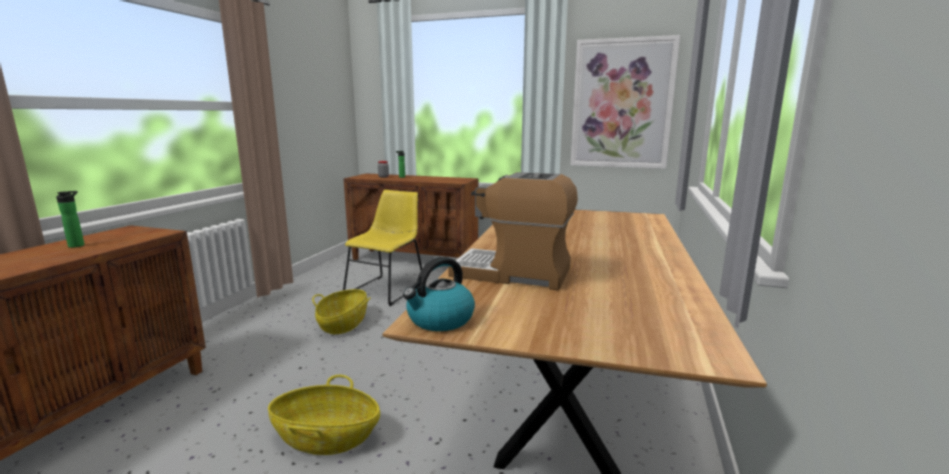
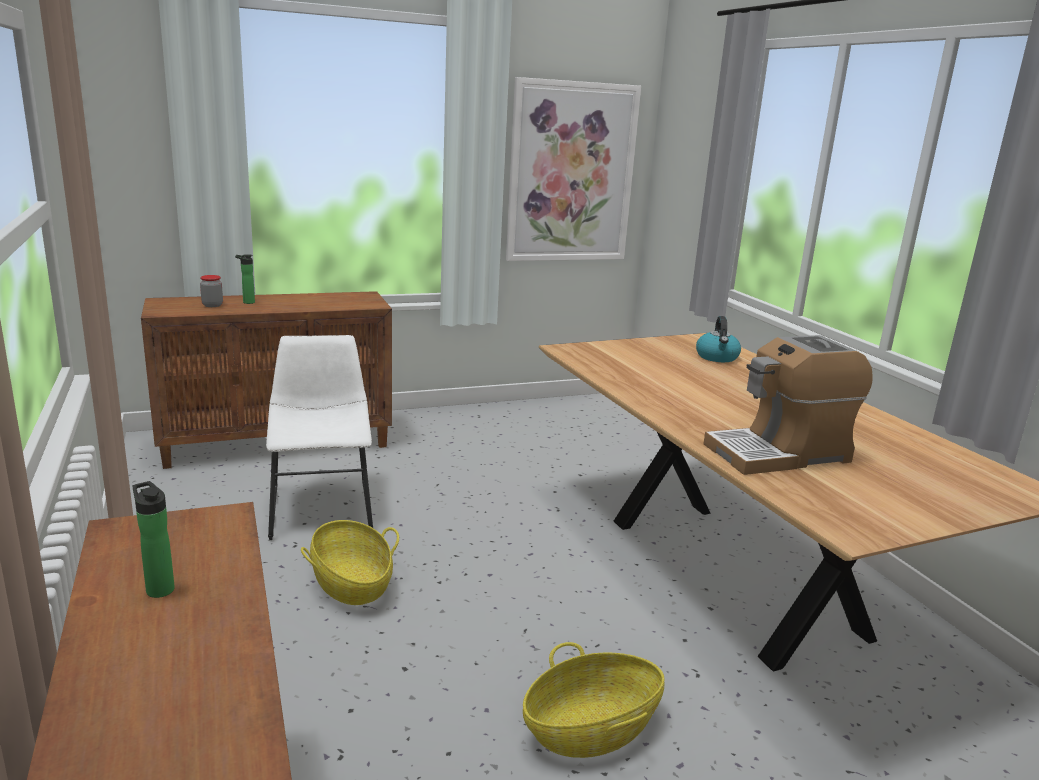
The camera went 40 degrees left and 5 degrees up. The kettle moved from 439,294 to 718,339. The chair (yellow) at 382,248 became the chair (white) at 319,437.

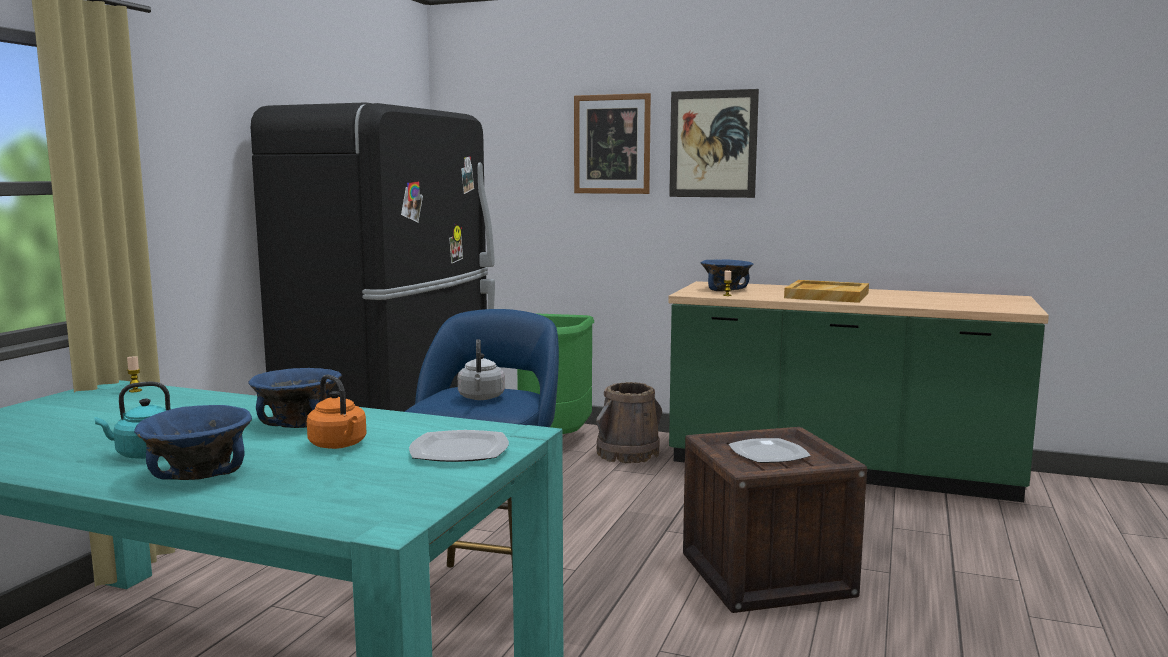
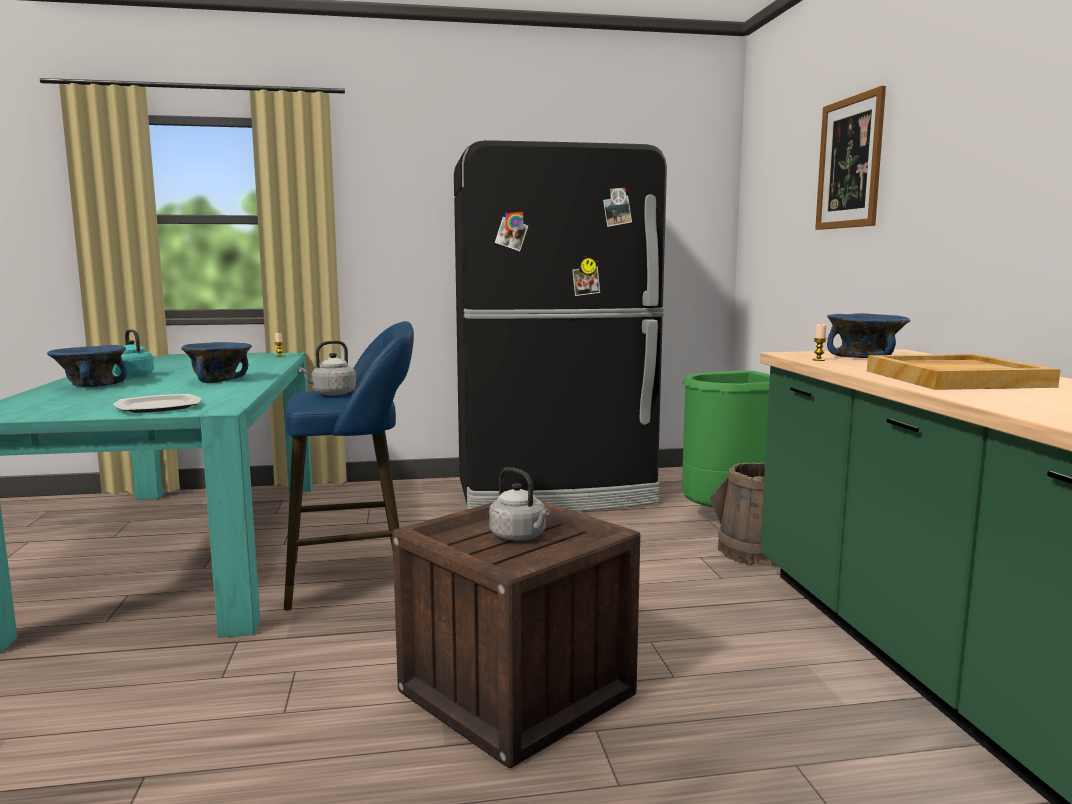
The camera went 60 degrees right and 0 degrees up. The kettle (orange) at 337,412 disappeared. The picture at 714,143 disappeared. The plate at 770,450 was replaced by the kettle (grey) at 519,504.

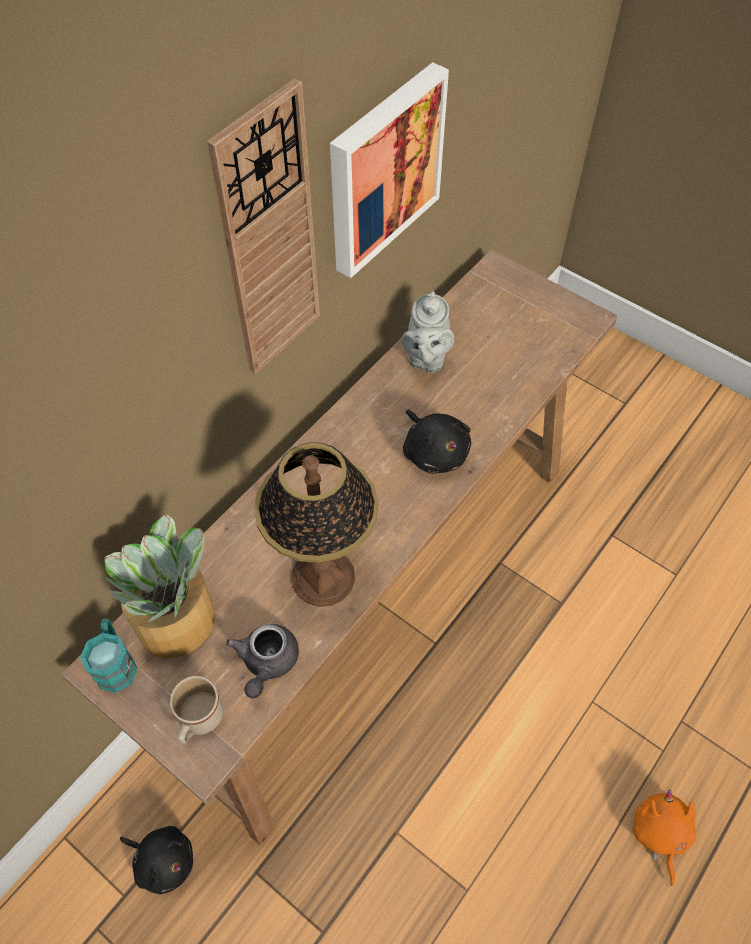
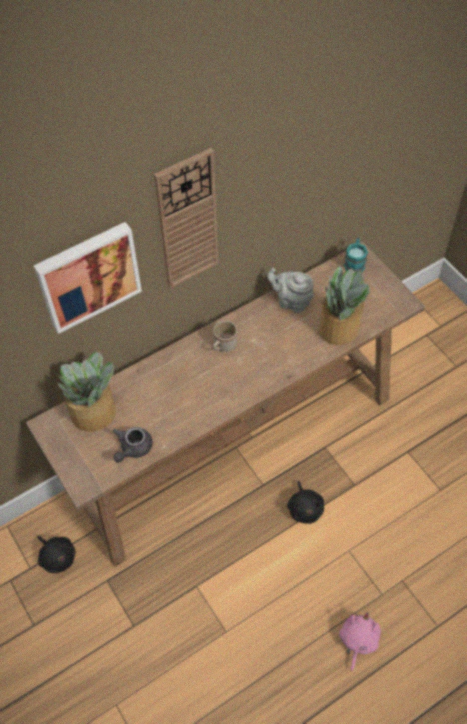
The camera went 20 degrees right and 0 degrees up. The table lamp at 316,524 disappeared. The potted plant at 345,305 appeared. The mug (turquoise) moved from 108,656 to 356,255. The mug (beige) moved from 196,710 to 225,336. The picture moved from 389,170 to 88,278. The plush toy (black) moved from 437,441 to 305,502. The plush toy (orange) at 665,837 became the plush toy (pink) at 360,641. The teapot (grey) at 428,332 turned 90 degrees clockwise.

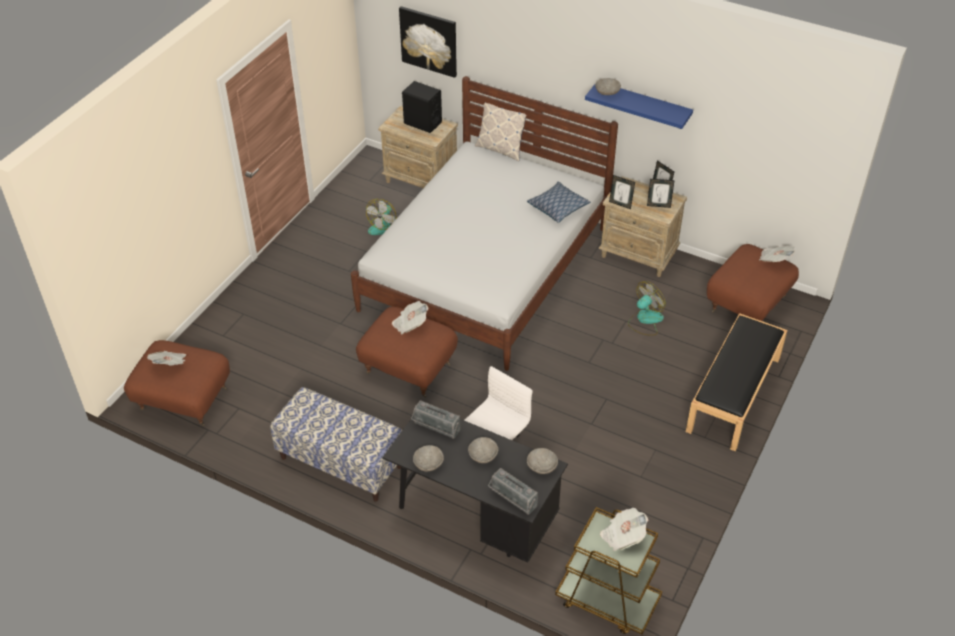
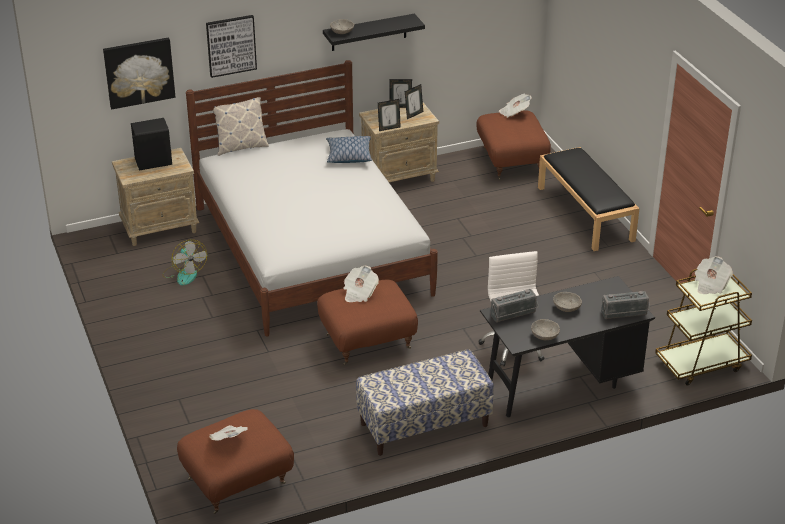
The camera went 50 degrees left and 10 degrees down. The bowl (grey) at 542,461 disappeared. The fan at 647,308 disappeared. The picture at 231,46 appeared. The shelf (blue) at 639,106 became the shelf (black) at 374,32.

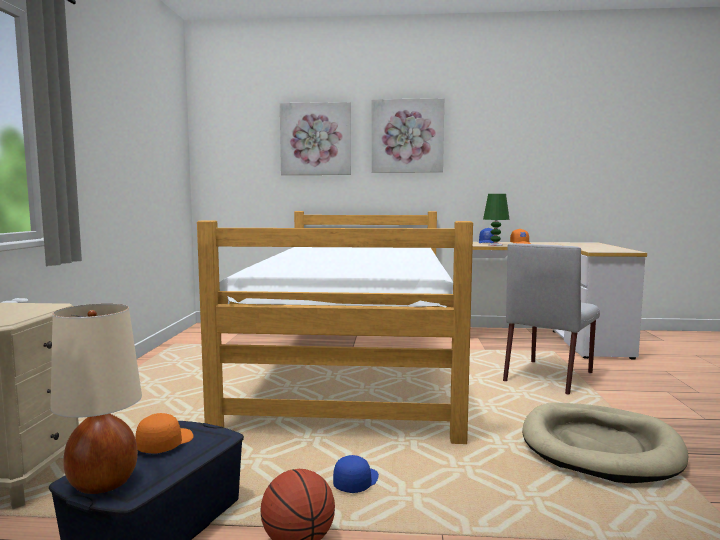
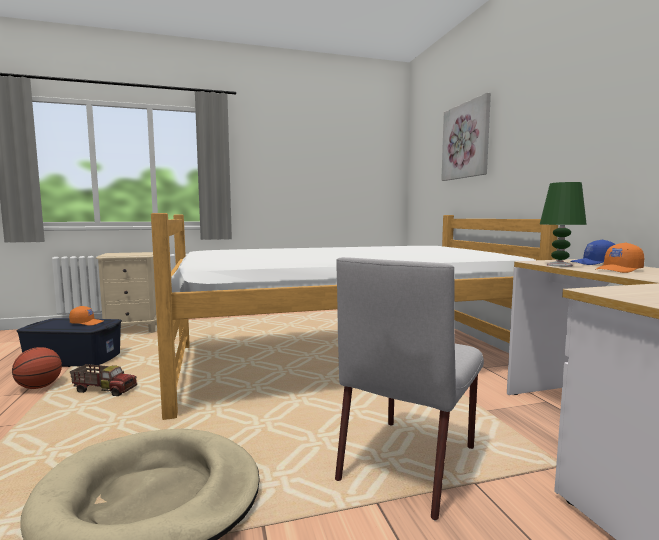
The camera went 70 degrees right and 0 degrees up. The table lamp (beige) at 96,399 disappeared. The picture at 408,135 disappeared. The cap (blue) at 356,474 was replaced by the toy truck at 103,380. The chair (grey) at 551,318 turned 75 degrees counterclockwise.

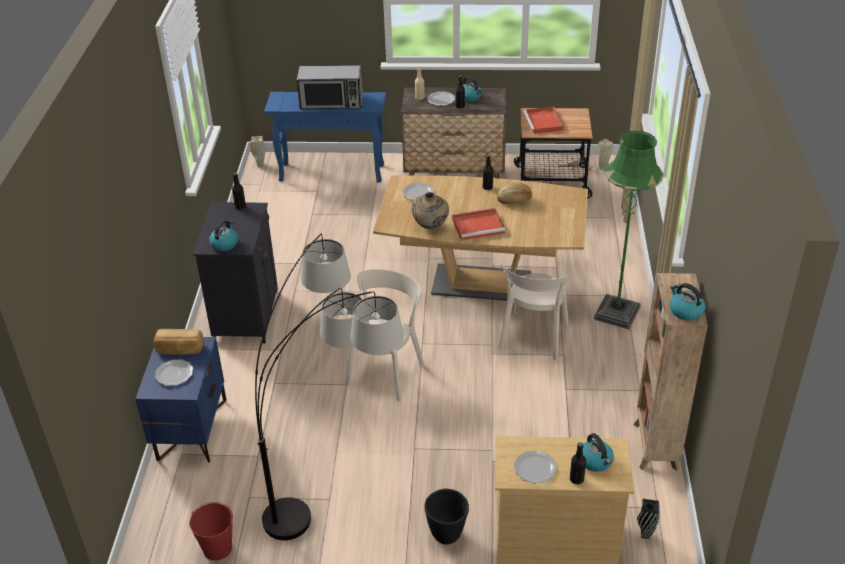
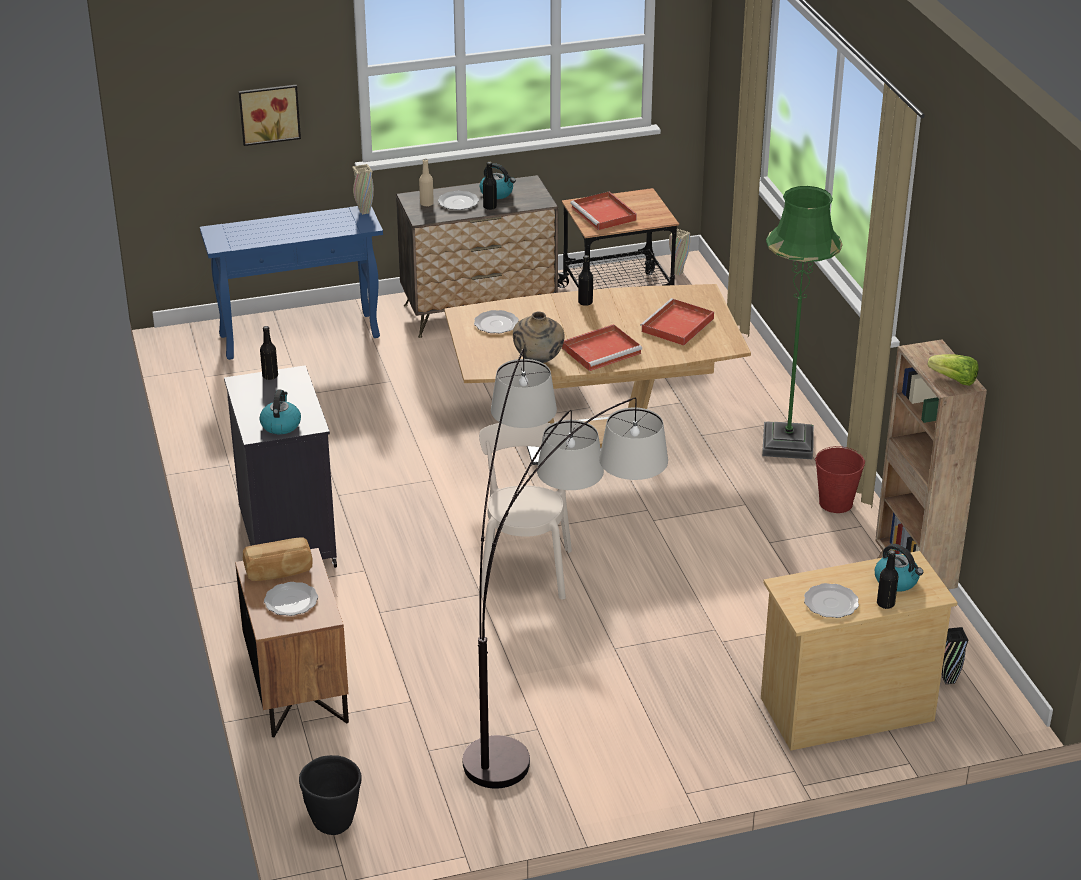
The camera went 20 degrees left and 5 degrees down. The microwave at 330,87 disappeared. The bread at 514,193 disappeared. The chair (beige) at 534,311 disappeared. The picture at 270,115 appeared. The tray (red) at 677,322 appeared. The bucket (red) moved from 211,531 to 840,479. The vase (beige) moved from 257,151 to 363,189. The planter (black) moved from 446,517 to 330,795. The kettle at 687,302 was replaced by the lettuce at 953,370. The nightstand (blue) at 181,400 became the nightstand (brown) at 292,642.

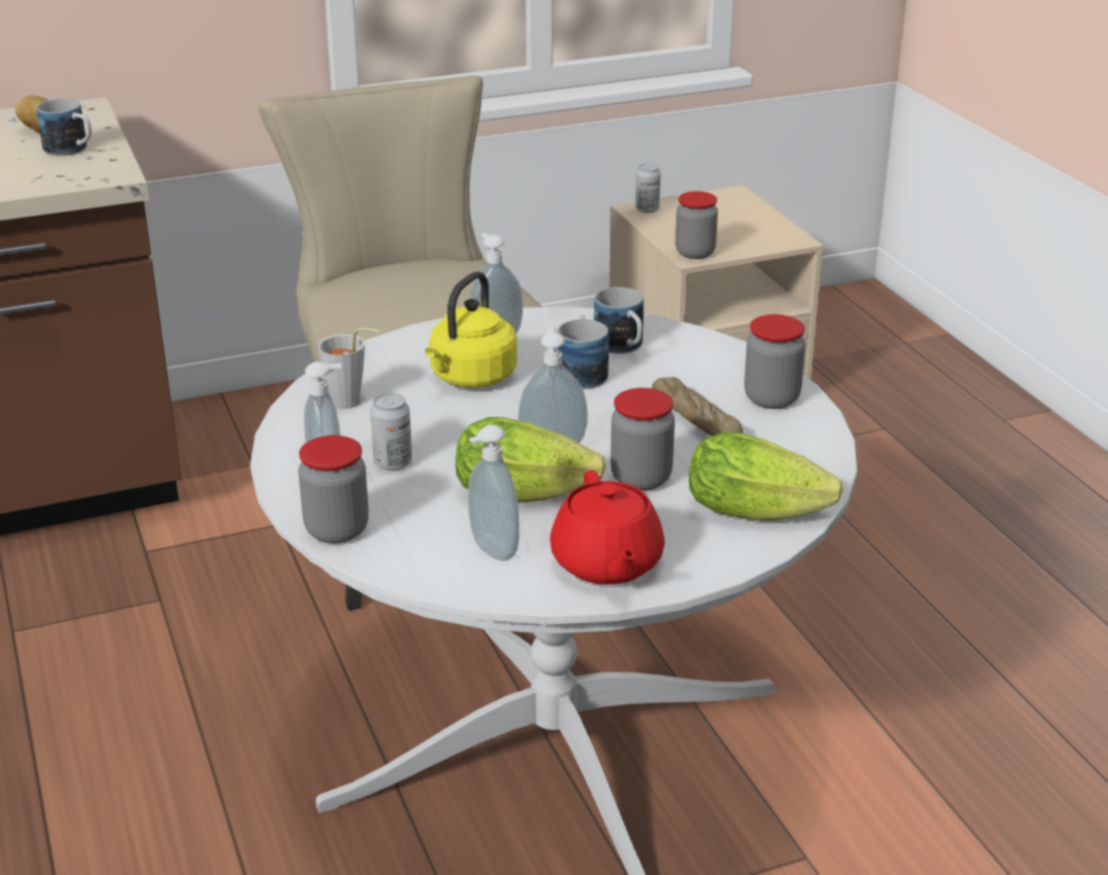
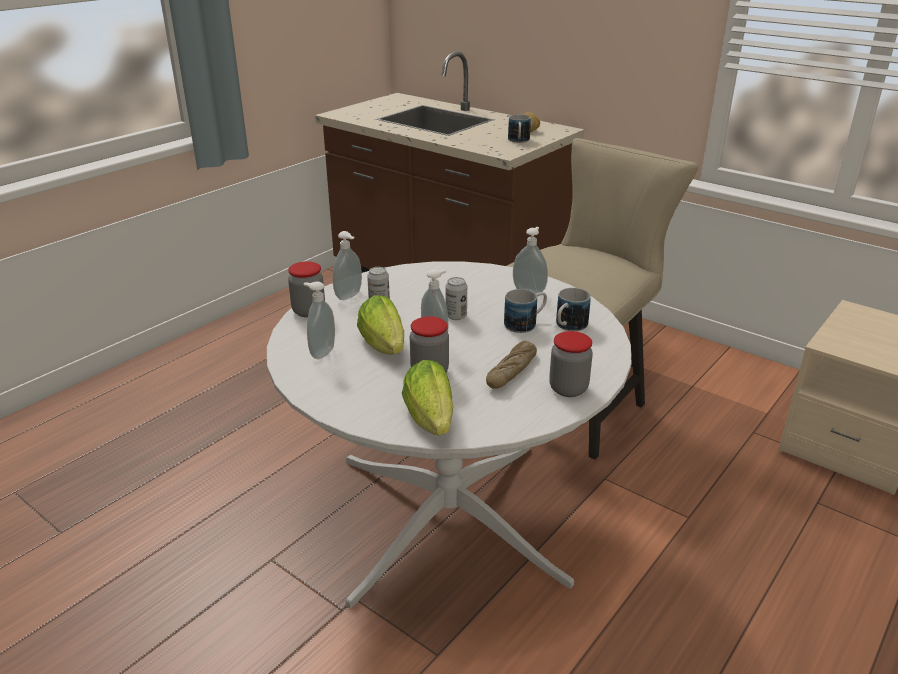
The camera went 60 degrees right and 0 degrees up. The cup (grey) at 348,368 disappeared. The kettle (yellow) at 471,329 disappeared. The teapot (red) at 607,527 disappeared. The jar at 696,225 disappeared. The can moved from 648,188 to 456,298.

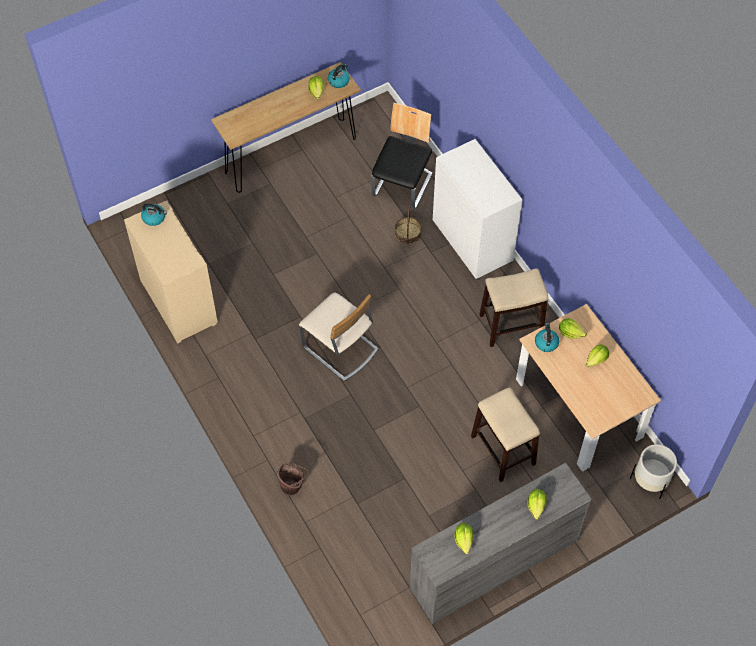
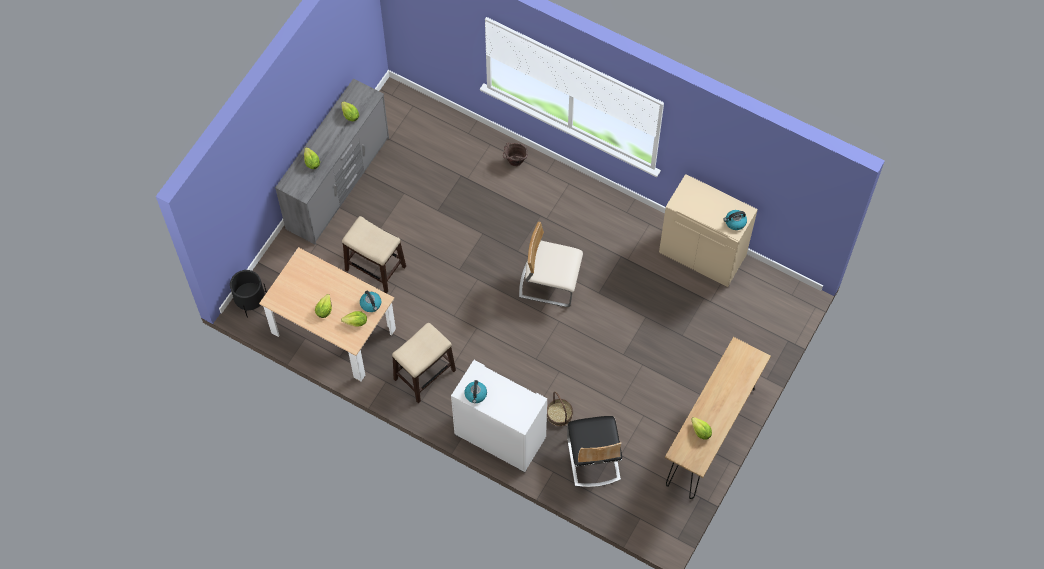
The camera went 150 degrees right and 5 degrees up. The kettle moved from 339,76 to 476,391. The planter (white) at 653,471 became the planter (black) at 248,294.

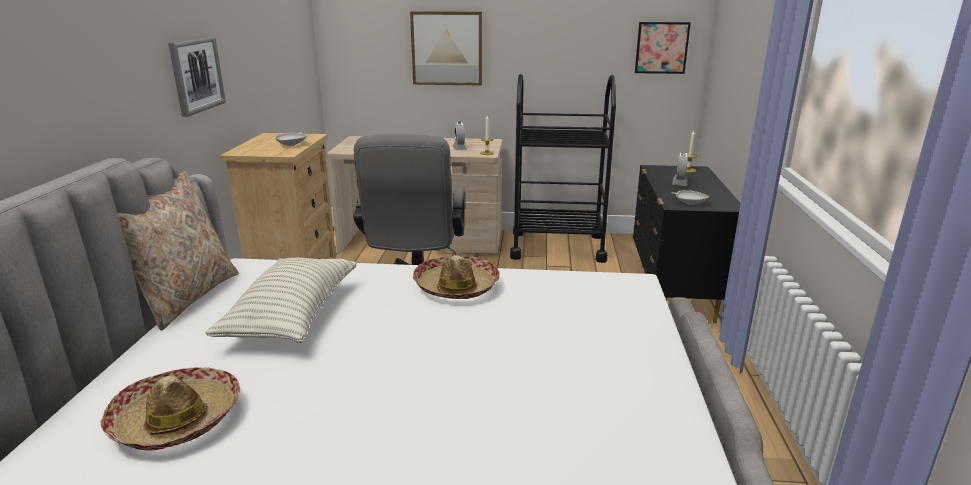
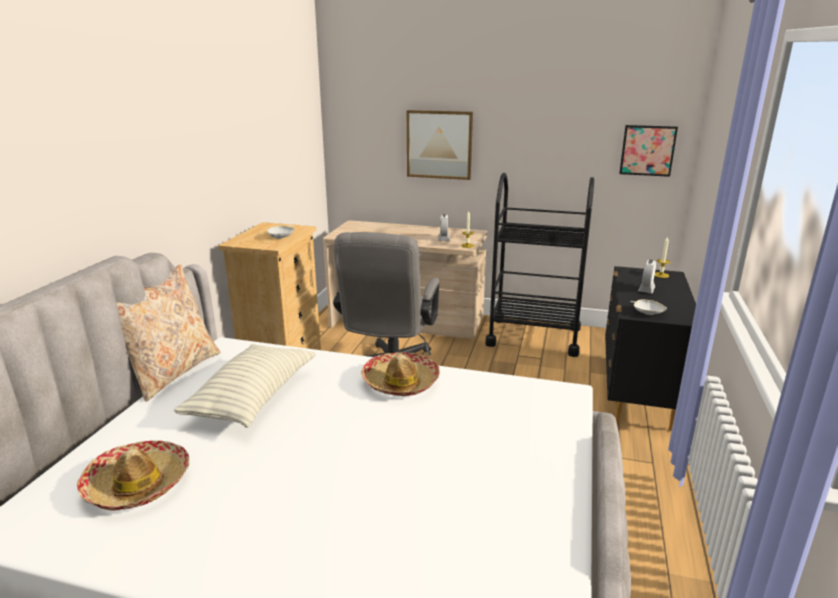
The camera went 10 degrees right and 0 degrees up. The picture at 197,76 disappeared.

